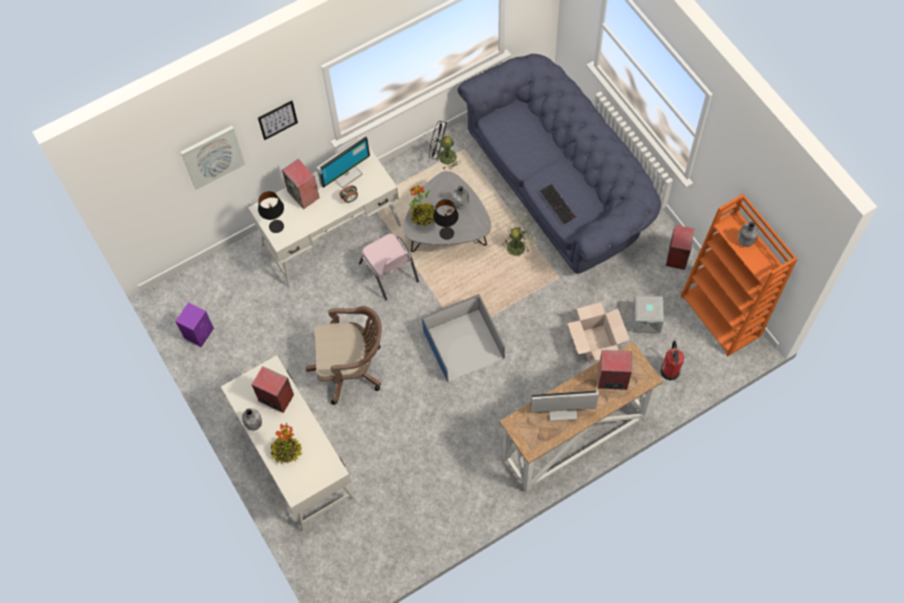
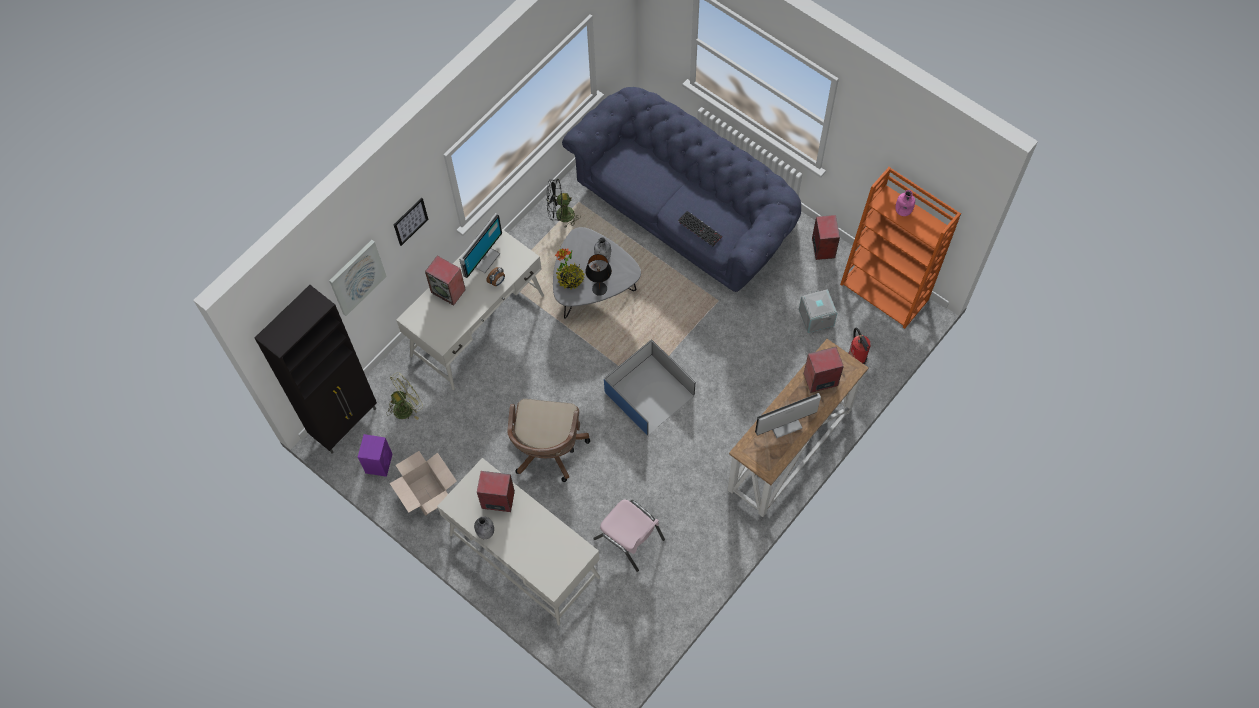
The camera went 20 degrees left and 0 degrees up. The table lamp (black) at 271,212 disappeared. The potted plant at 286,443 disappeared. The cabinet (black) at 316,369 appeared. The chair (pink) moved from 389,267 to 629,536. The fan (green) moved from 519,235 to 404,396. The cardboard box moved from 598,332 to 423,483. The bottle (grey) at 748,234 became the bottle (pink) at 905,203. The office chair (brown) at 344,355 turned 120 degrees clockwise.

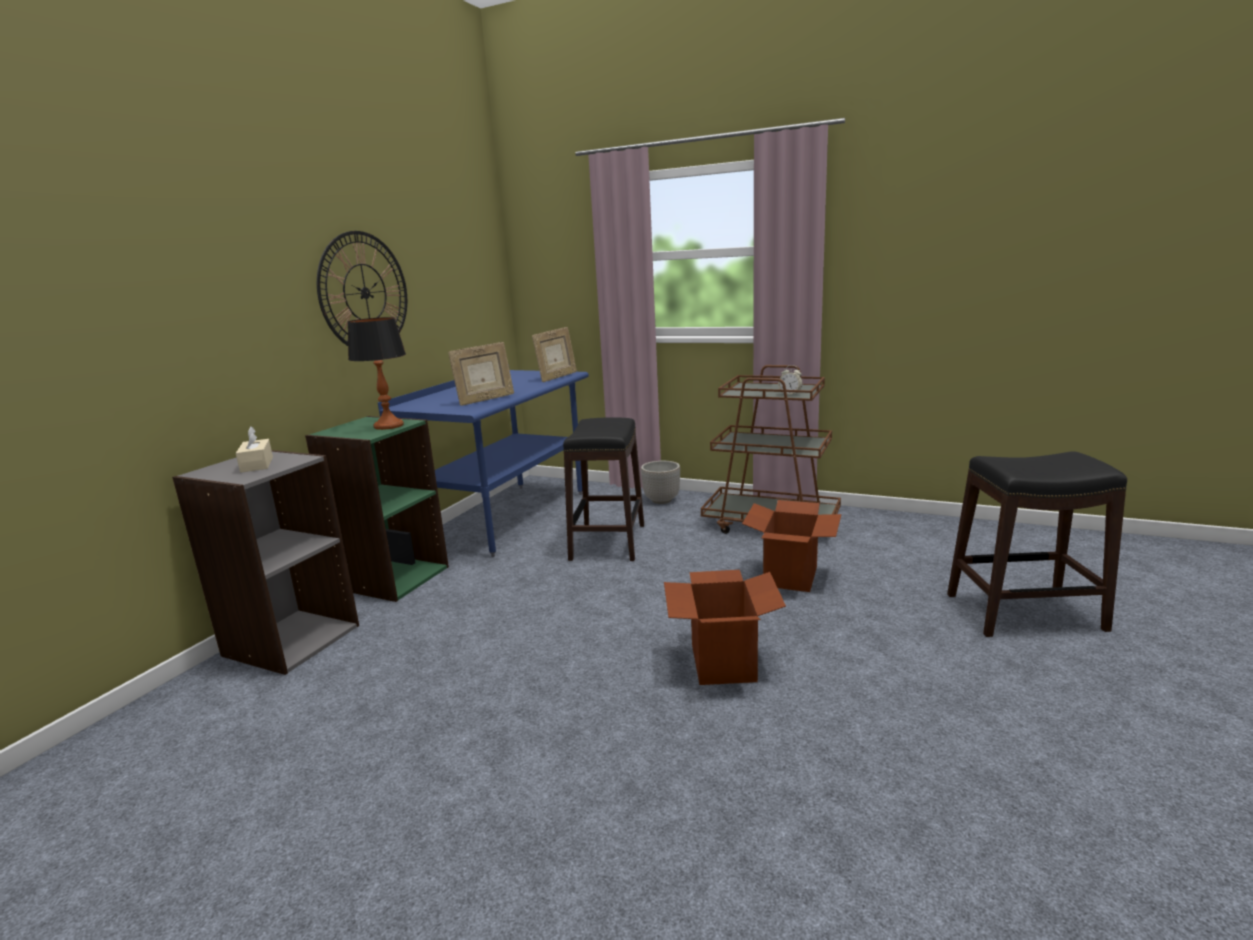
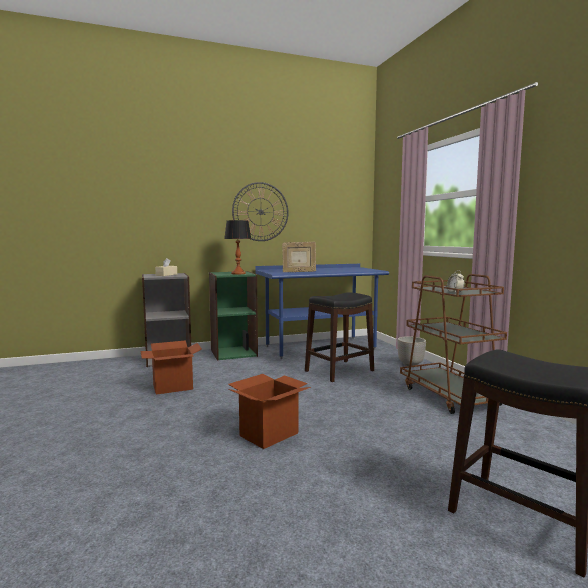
The camera went 45 degrees right and 10 degrees down. The picture frame at 554,354 disappeared. The cardboard box moved from 791,546 to 171,367.

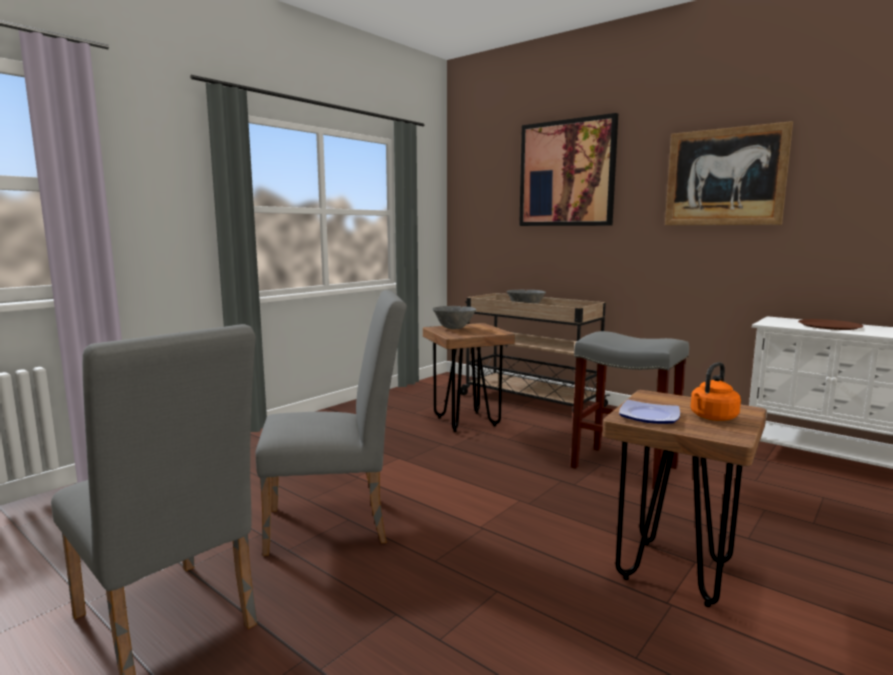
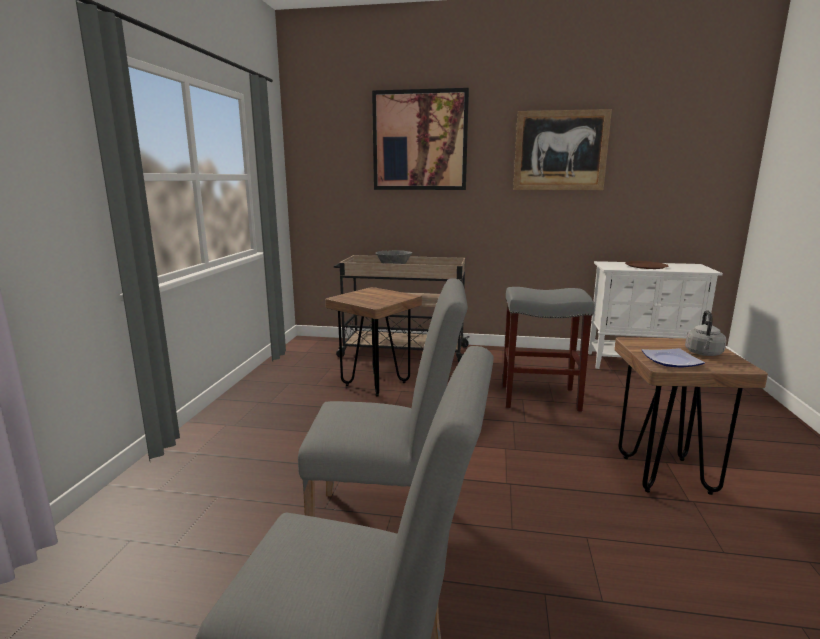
The camera went 30 degrees left and 5 degrees up. The bowl (grey) at 454,317 disappeared. The kettle (orange) at 716,391 became the kettle (grey) at 706,333. The chair (grey) at 331,423 turned 45 degrees clockwise.

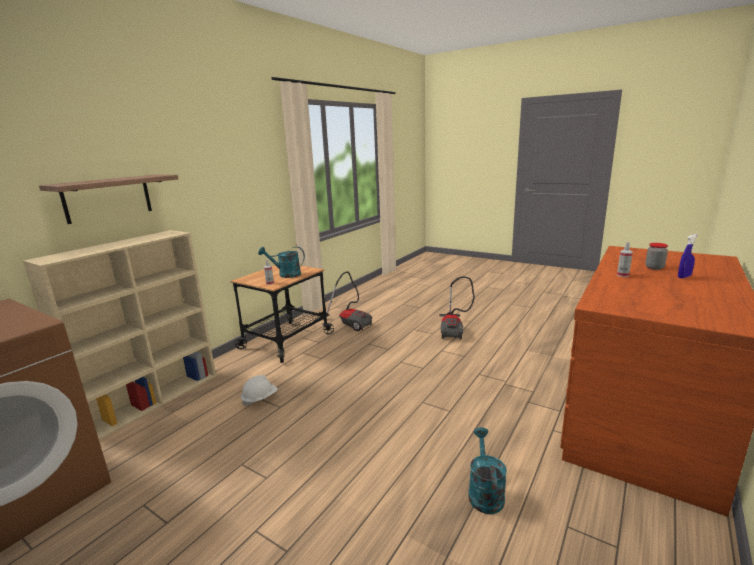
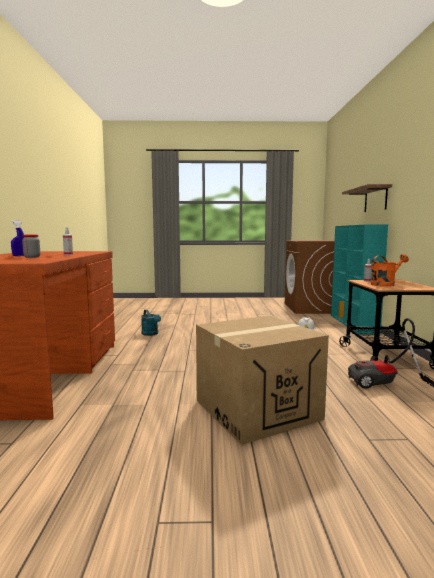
The camera went 145 degrees right and 10 degrees down. The vacuum cleaner at 457,307 was replaced by the cardboard box at 262,380. The bookcase (beige) at 119,335 became the bookcase (turquoise) at 359,279. The watering can (turquoise) at 281,262 became the watering can (orange) at 390,270.

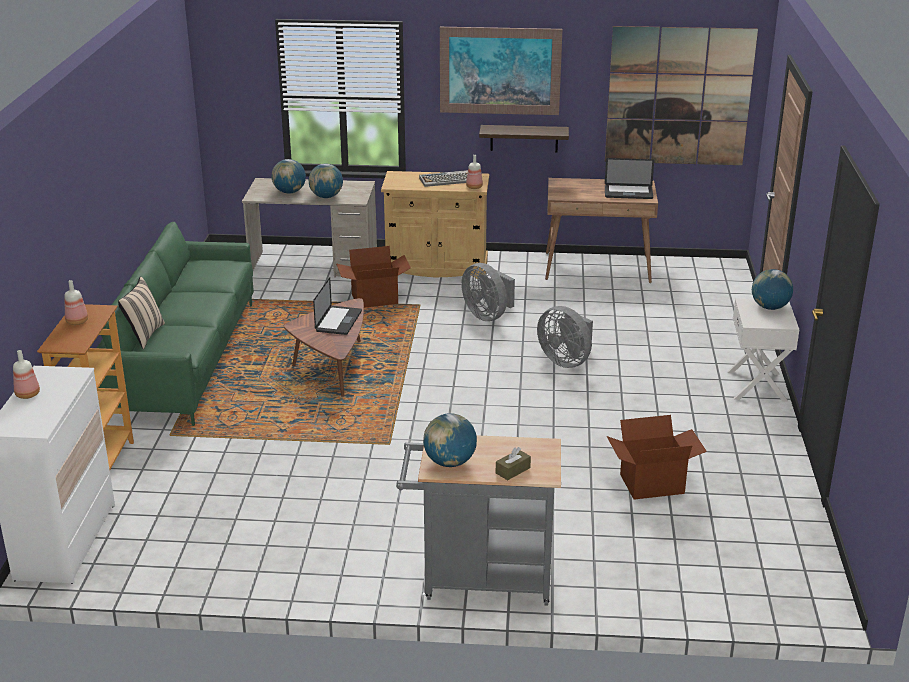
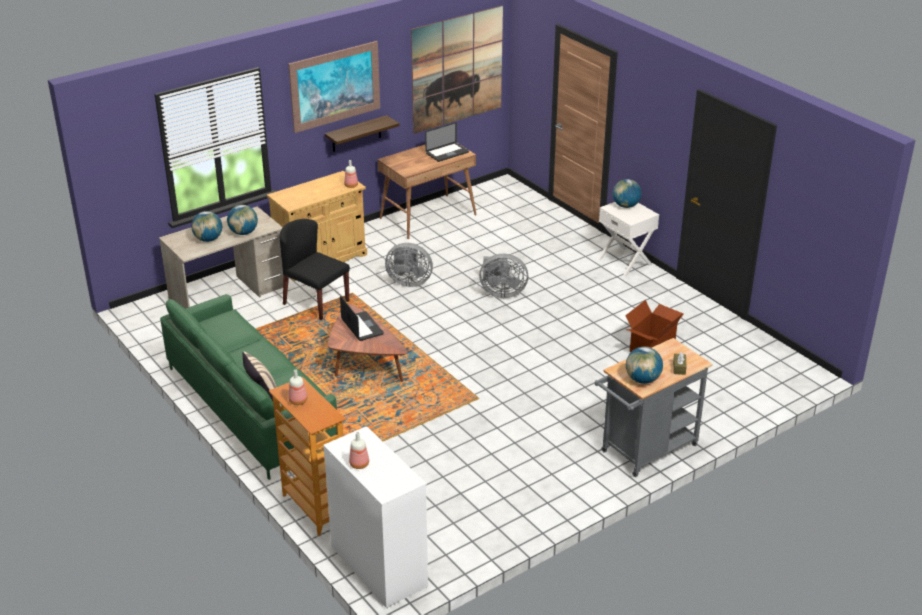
The camera went 40 degrees left and 5 degrees up. The keyboard at 443,178 disappeared. The cardboard box at 373,277 was replaced by the chair (black) at 315,269.

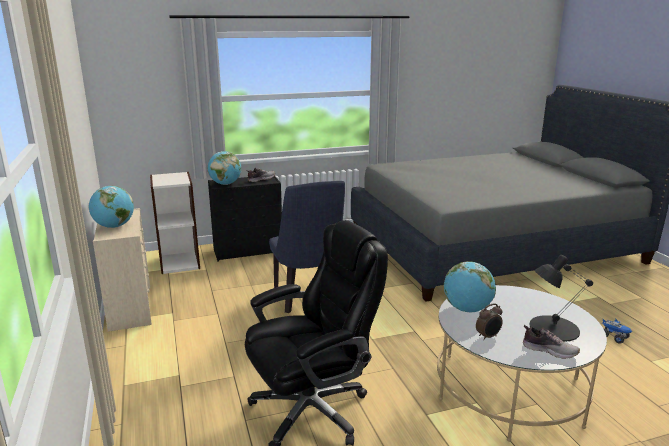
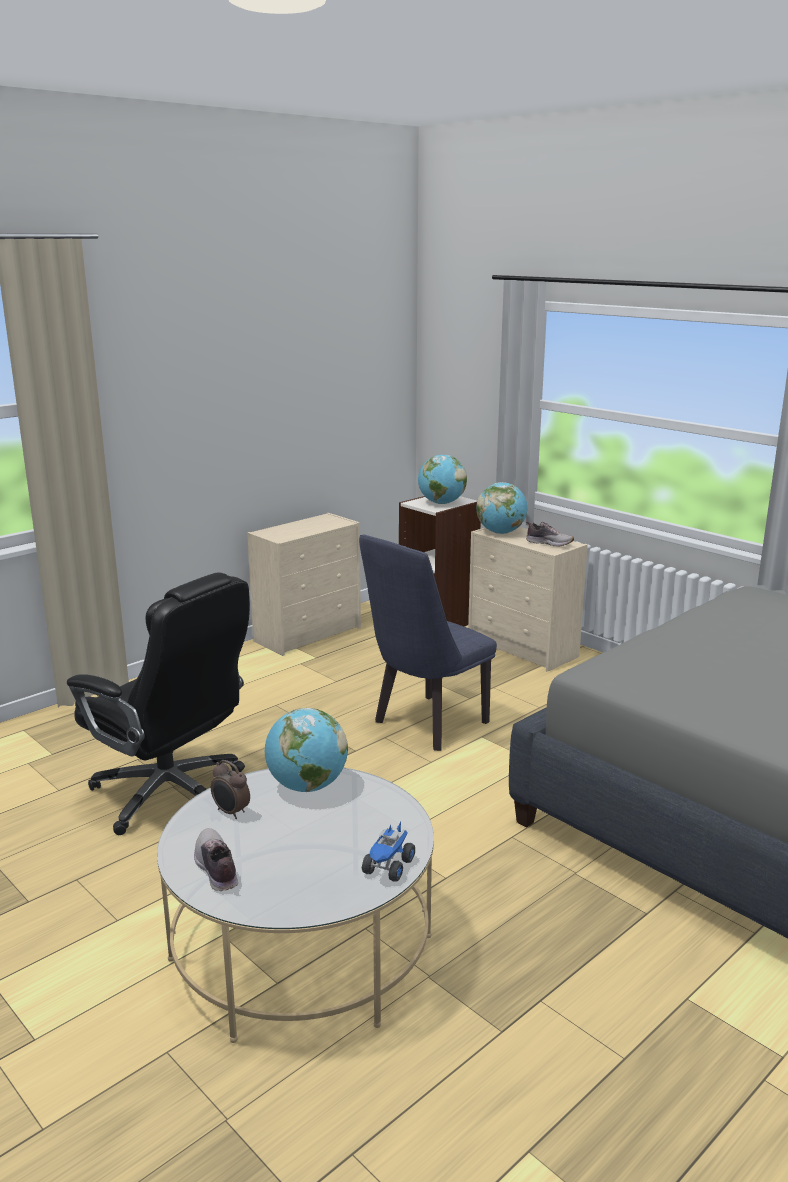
The camera went 65 degrees right and 0 degrees up. The table lamp (black) at 561,298 disappeared. The globe moved from 111,207 to 442,479. The toy truck moved from 617,331 to 388,851. The dresser (black) at 245,218 became the dresser (beige) at 528,599. The shoe at 551,342 turned 150 degrees clockwise.

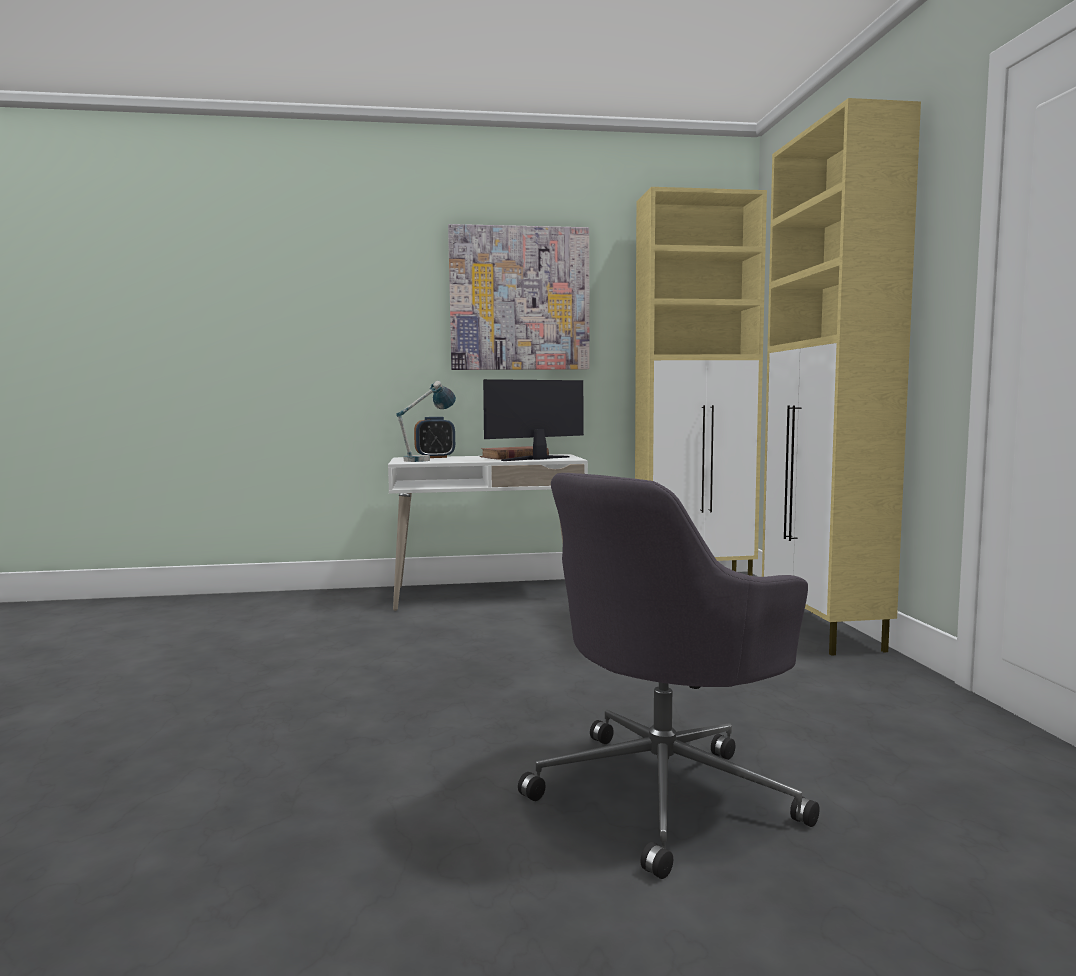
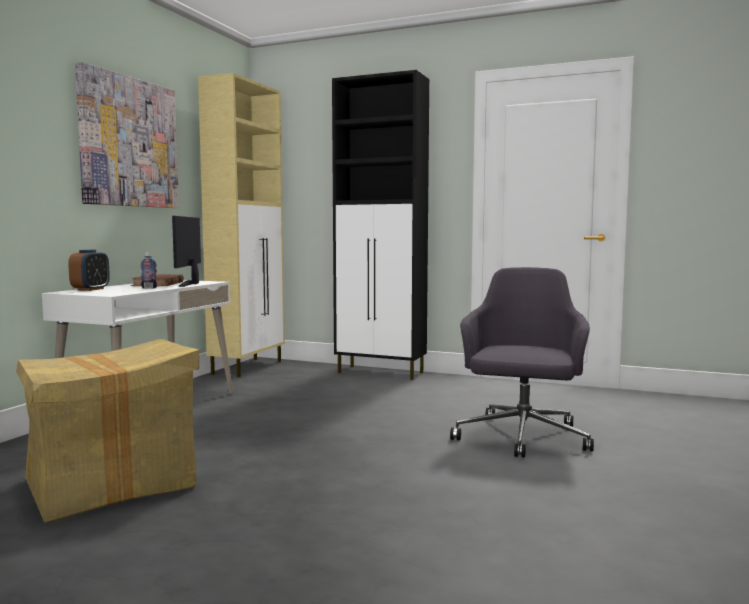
The camera went 60 degrees left and 0 degrees up. The table lamp at 426,421 disappeared. The cardboard box at 107,431 appeared. The bottle at 148,270 appeared. The cabinet (beige) at 841,377 became the cabinet (black) at 380,225. The office chair (grey) at 669,676 turned 150 degrees counterclockwise.

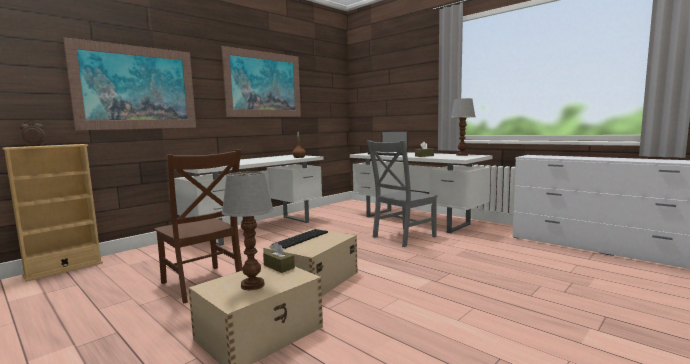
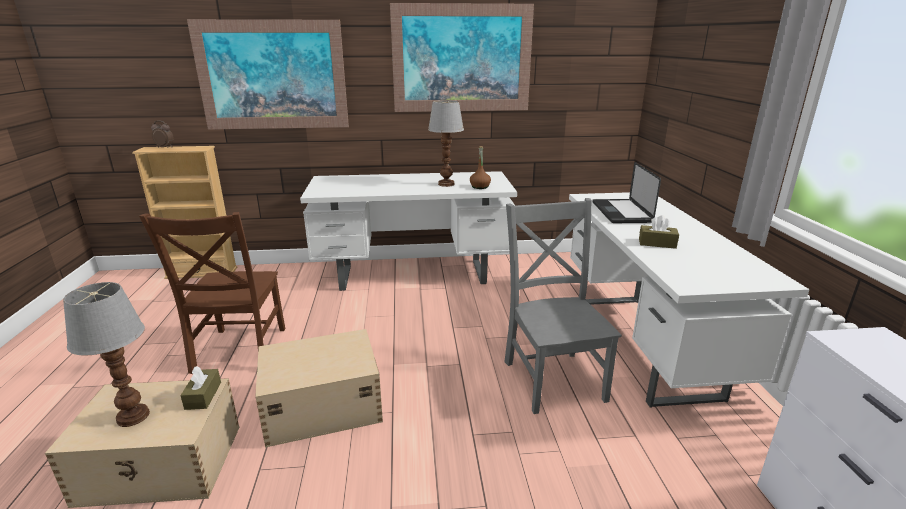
The camera went 40 degrees right and 15 degrees up. The keyboard at 299,239 disappeared. The table lamp moved from 463,127 to 446,143. The chair (grey) at 402,193 turned 75 degrees clockwise.

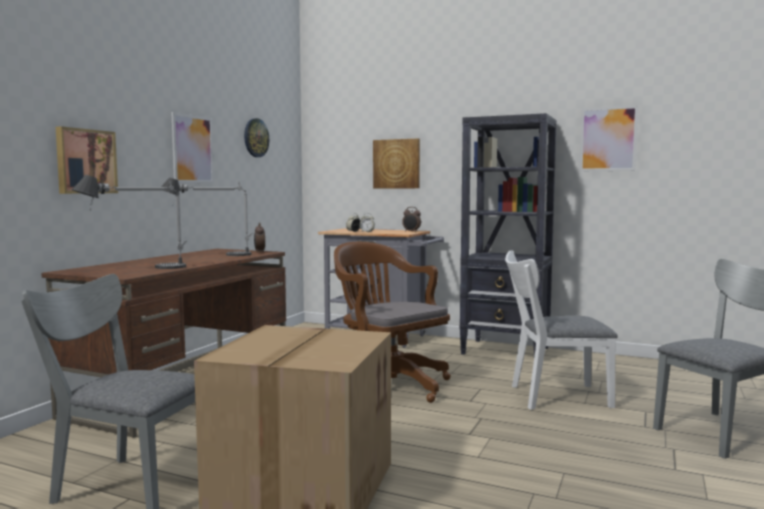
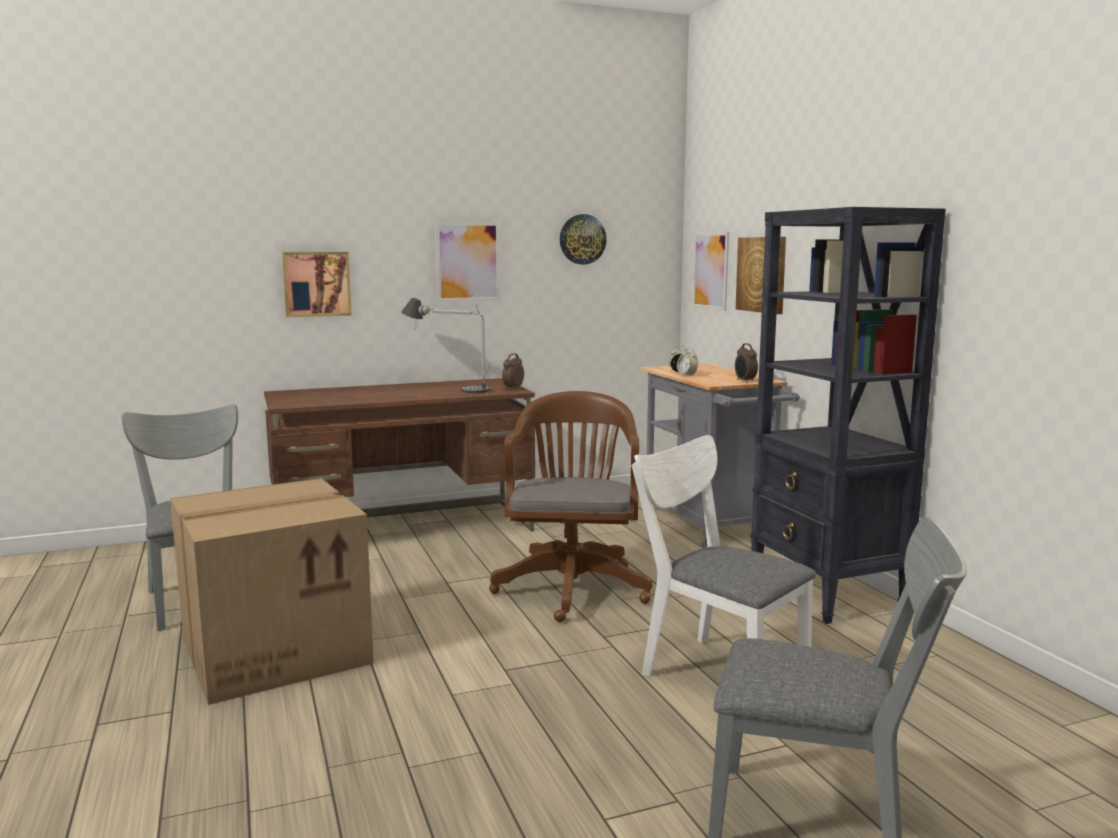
The camera went 45 degrees right and 5 degrees up. The table lamp at 129,222 disappeared. The picture moved from 608,138 to 710,271.

